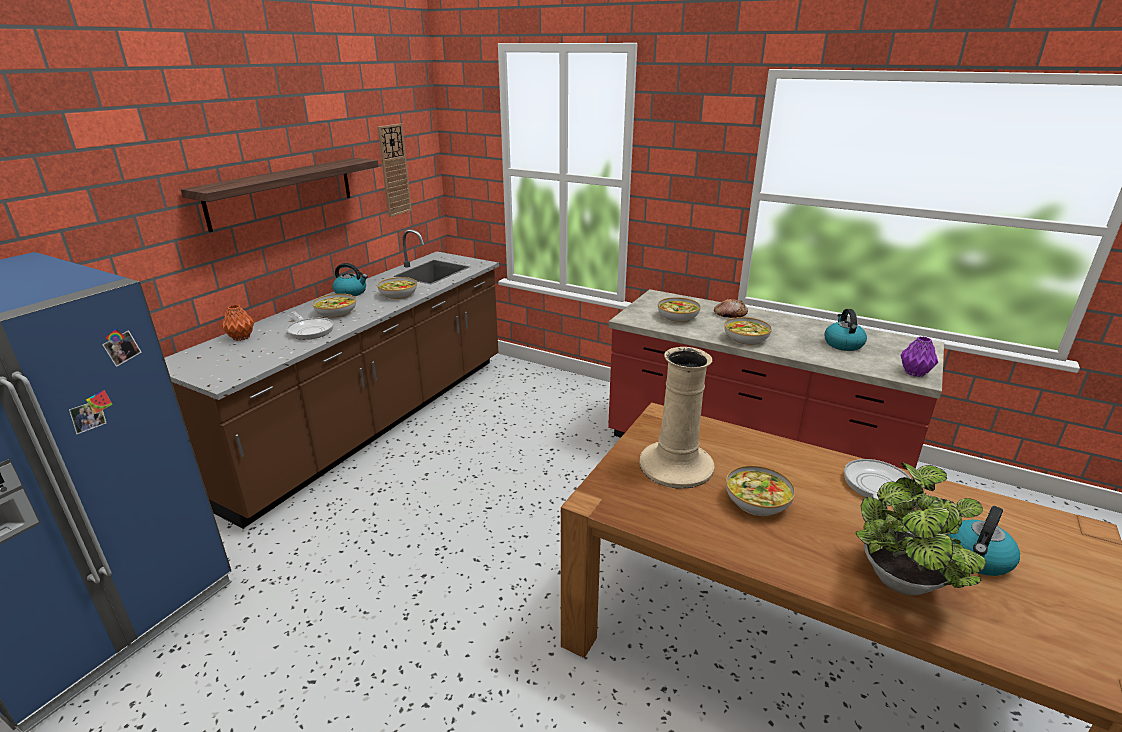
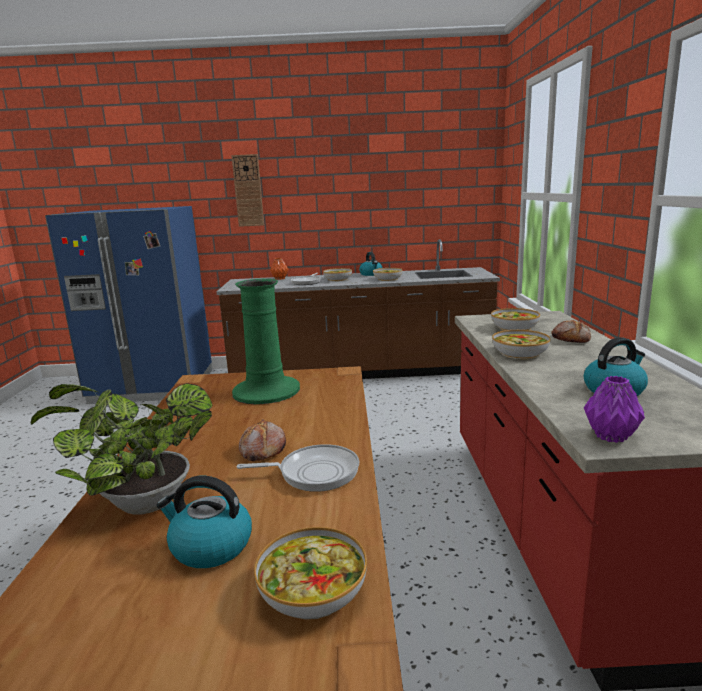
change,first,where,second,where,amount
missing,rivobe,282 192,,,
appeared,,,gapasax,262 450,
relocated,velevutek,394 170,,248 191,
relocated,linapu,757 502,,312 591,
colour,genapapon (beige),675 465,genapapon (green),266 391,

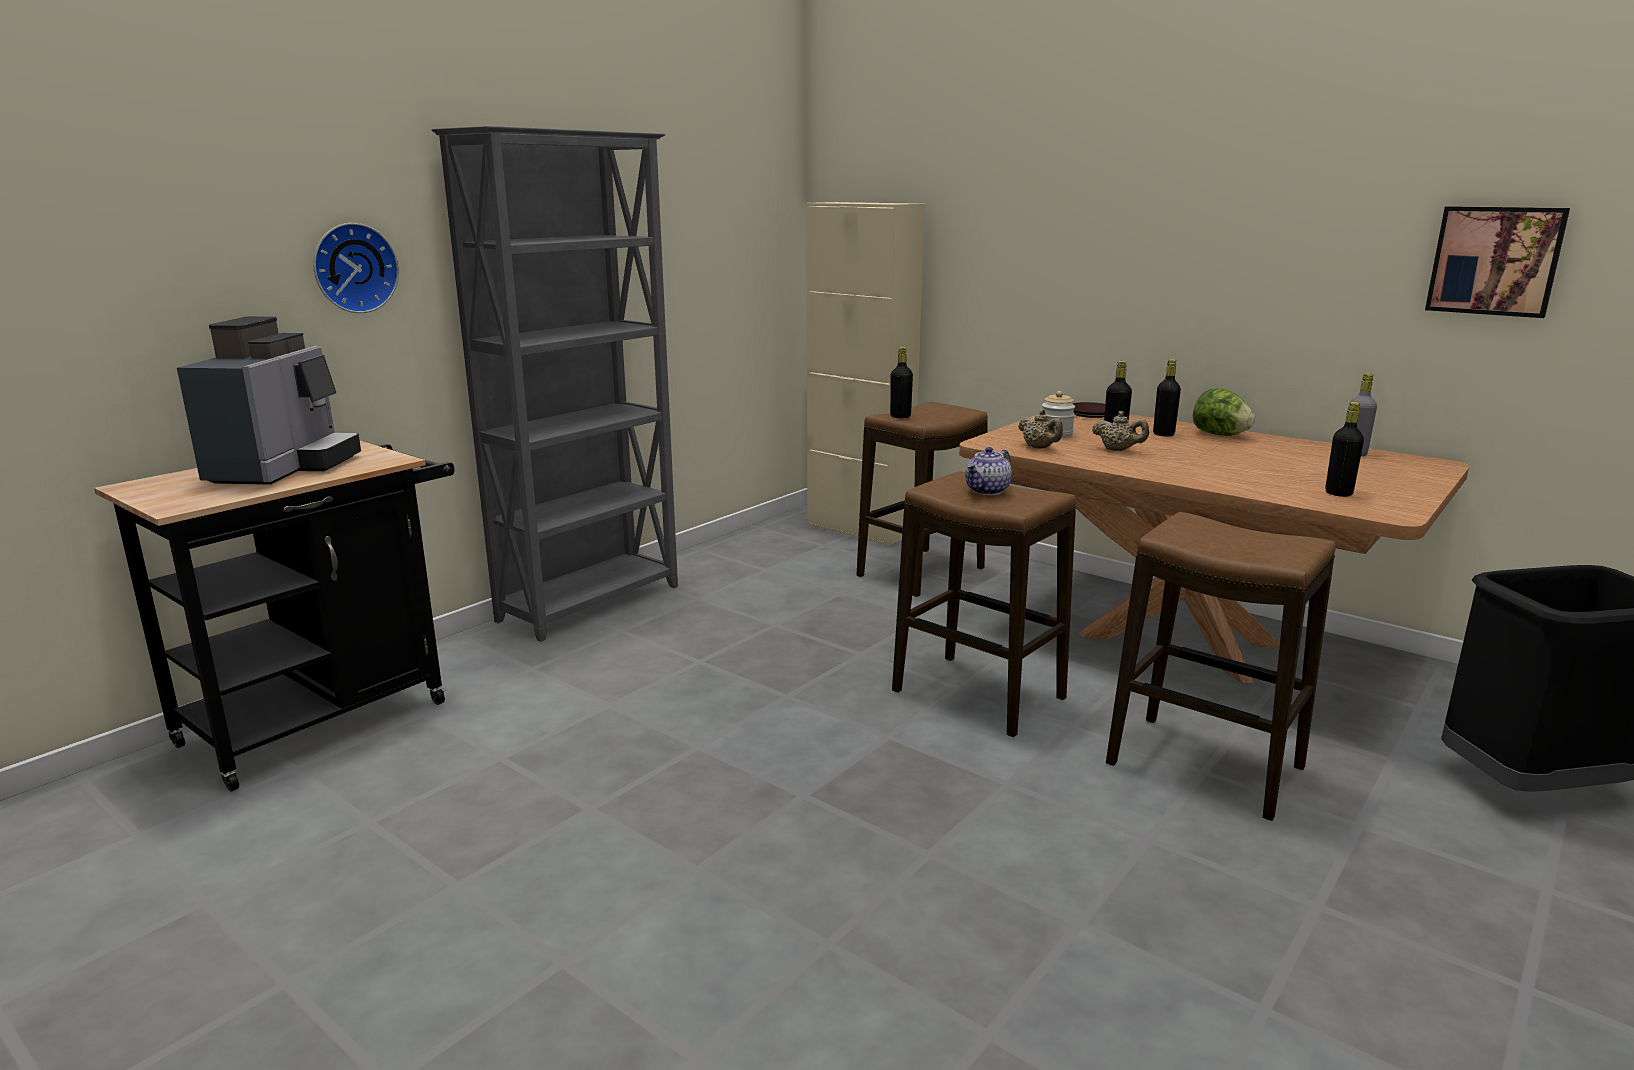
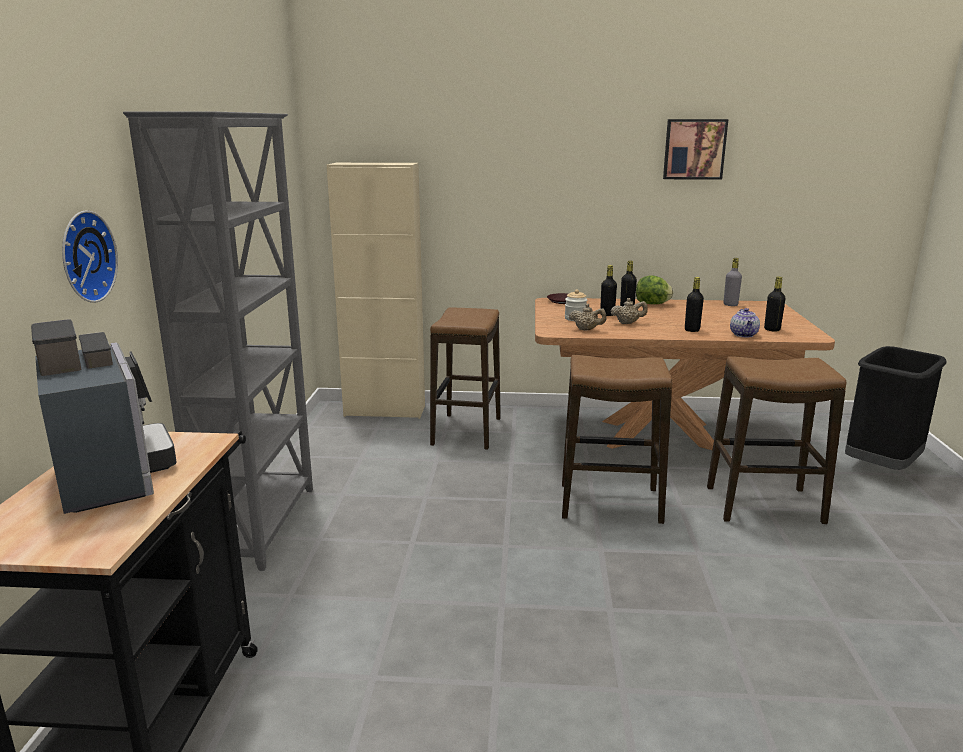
change,first,where,second,where,amount
relocated,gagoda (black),900 416,,692 330,
relocated,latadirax,987 491,,744 335,
relocated,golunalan,1495 260,,694 149,

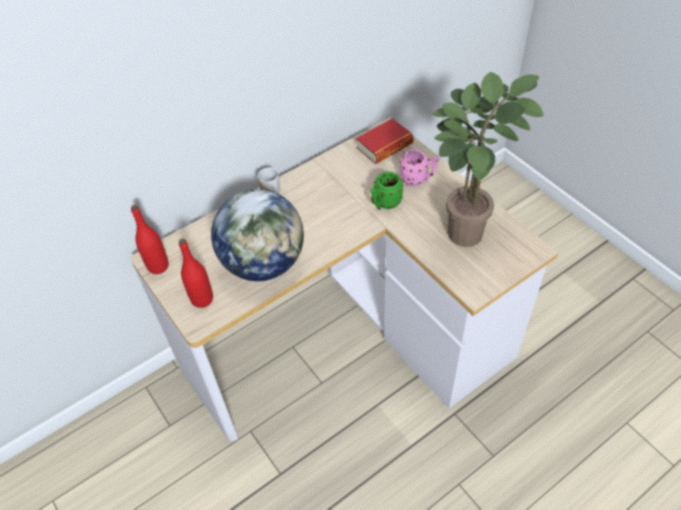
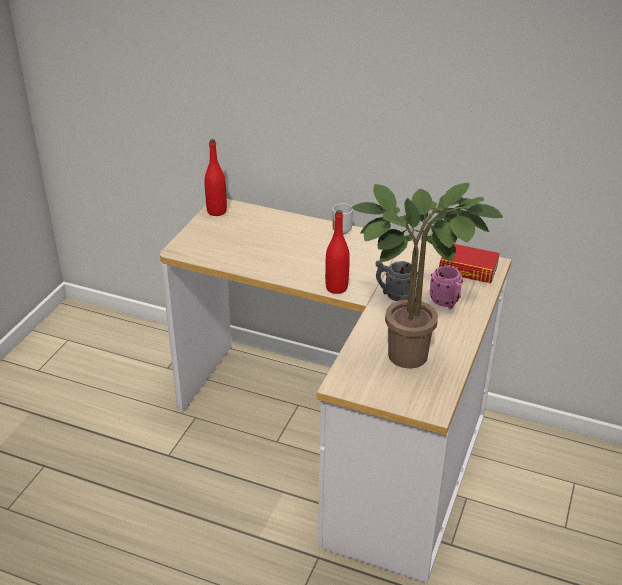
change,first,where,second,where,amount
missing,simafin,264 263,,,
relocated,gagoda (red),202 299,,336 288,
colour,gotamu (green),384 204,gotamu (grey),394 294,

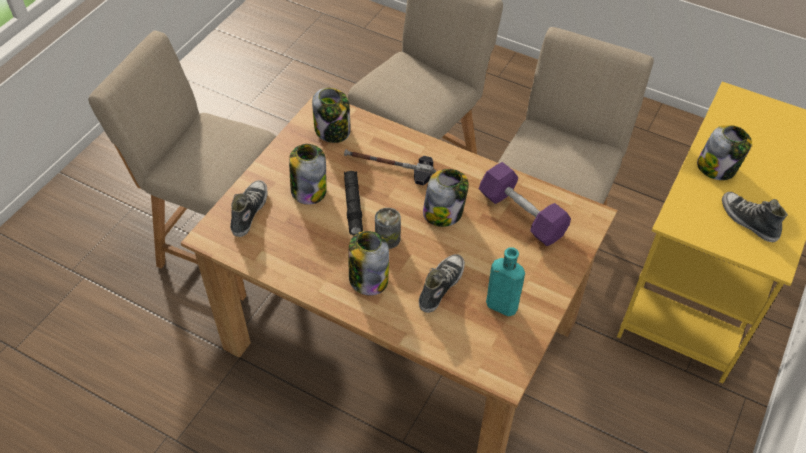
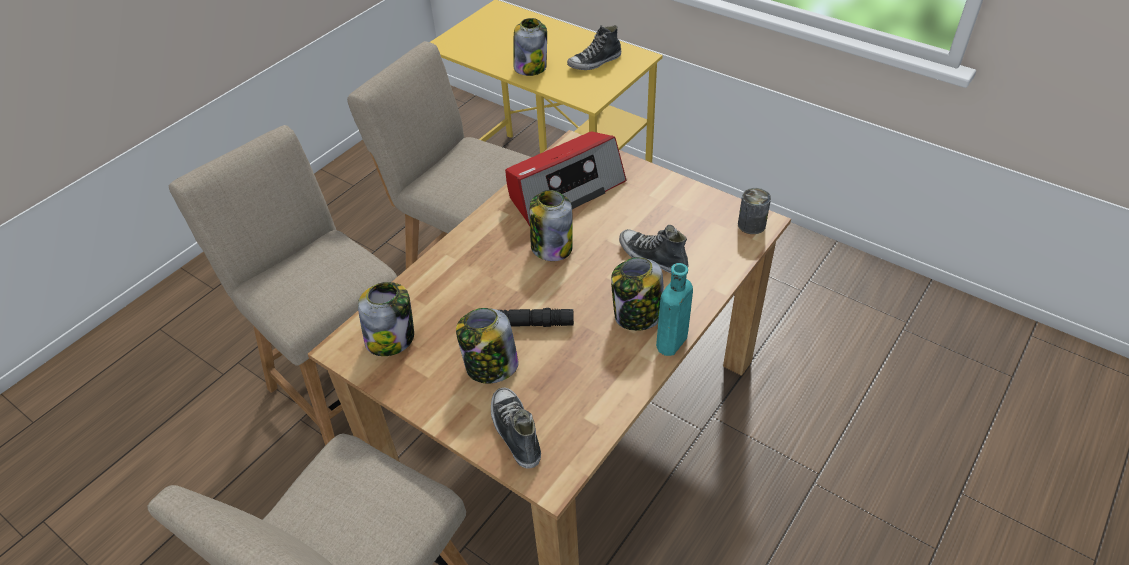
change,first,where,second,where,amount
missing,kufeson,389 166,,,
relocated,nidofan,387 239,,751 224,
relocated,gagoda (turquoise),499 305,,670 344,
exchanged,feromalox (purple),522 215,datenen,564 190,
spun,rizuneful,249 212,,515 432,45 degrees clockwise

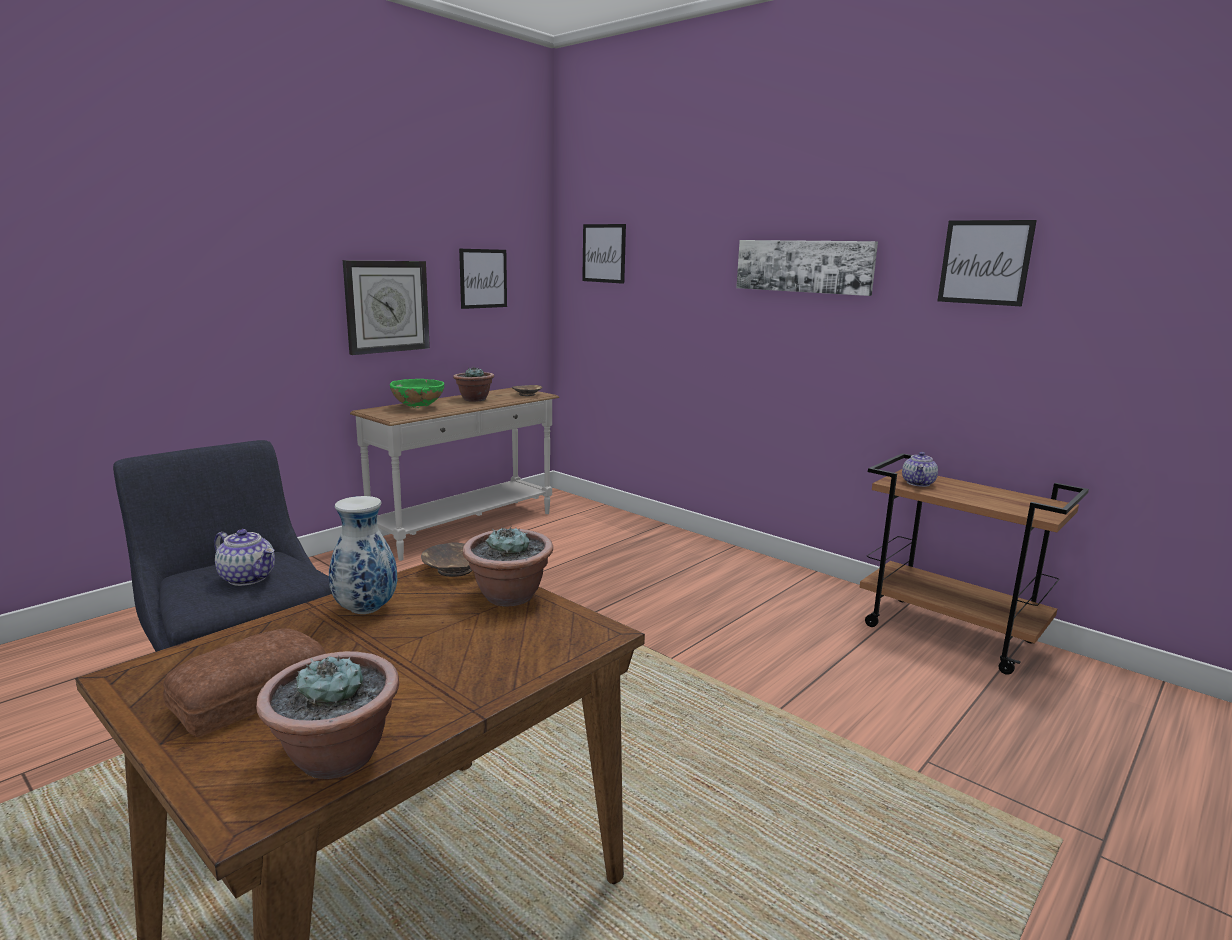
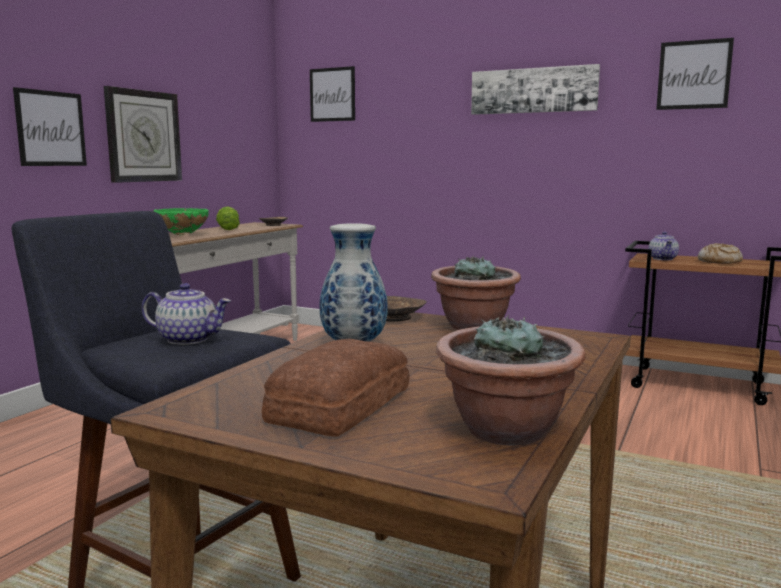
change,first,where,second,where,amount
appeared,,,gapasax,719 262,
relocated,golunalan,483 278,,51 128,
exchanged,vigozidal,474 399,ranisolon,228 229,

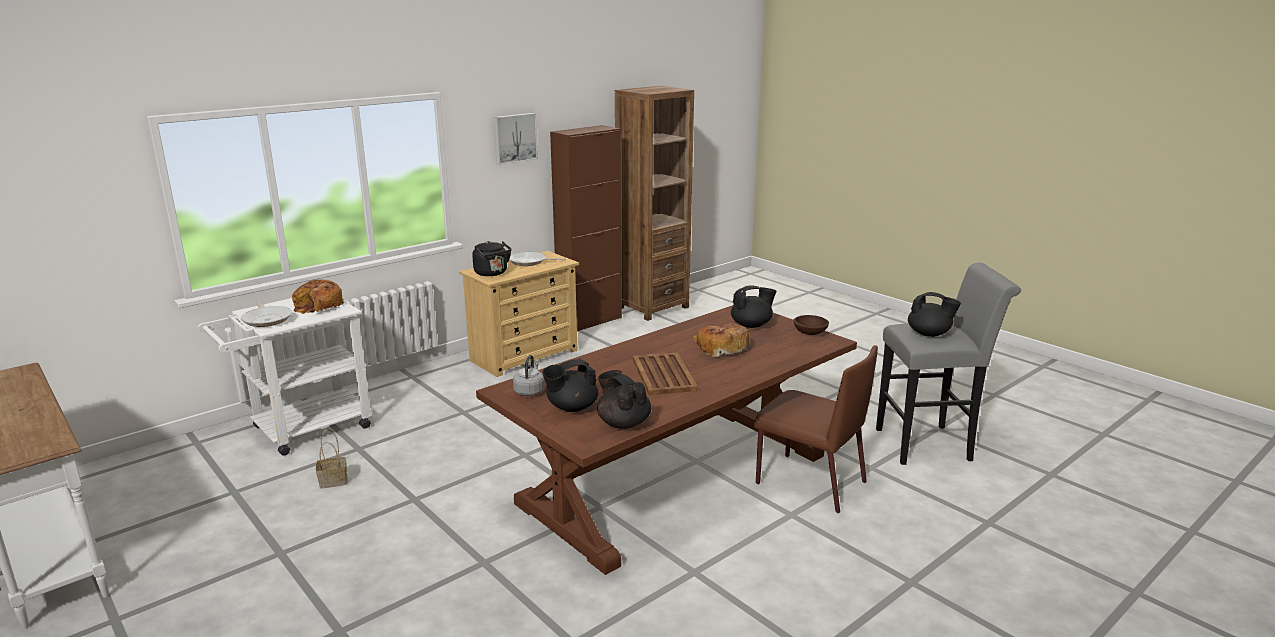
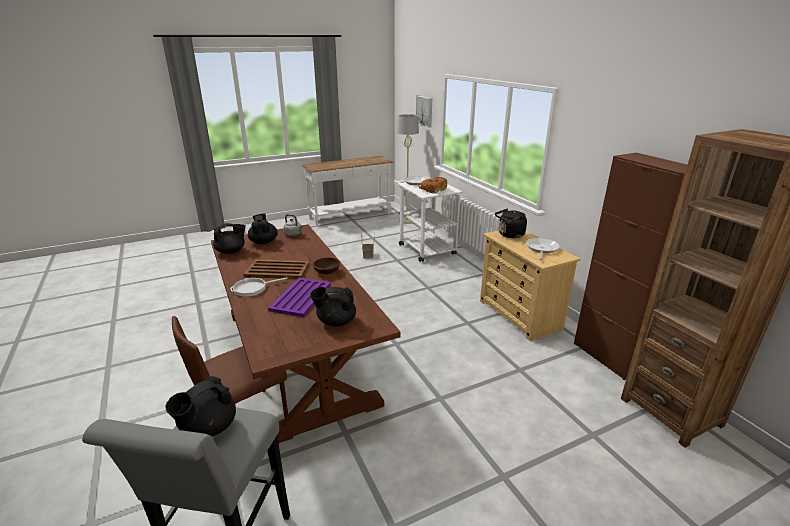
change,first,where,second,where,amount
appeared,,,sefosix,252 288,
appeared,,,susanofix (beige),407 221,
relocated,golunalan,514 138,,425 111,
relocated,linapu (brown),810 332,,327 272,
exchanged,gapasax,721 348,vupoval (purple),300 297,
spun,latadirax (black),751 325,,335 321,90 degrees clockwise

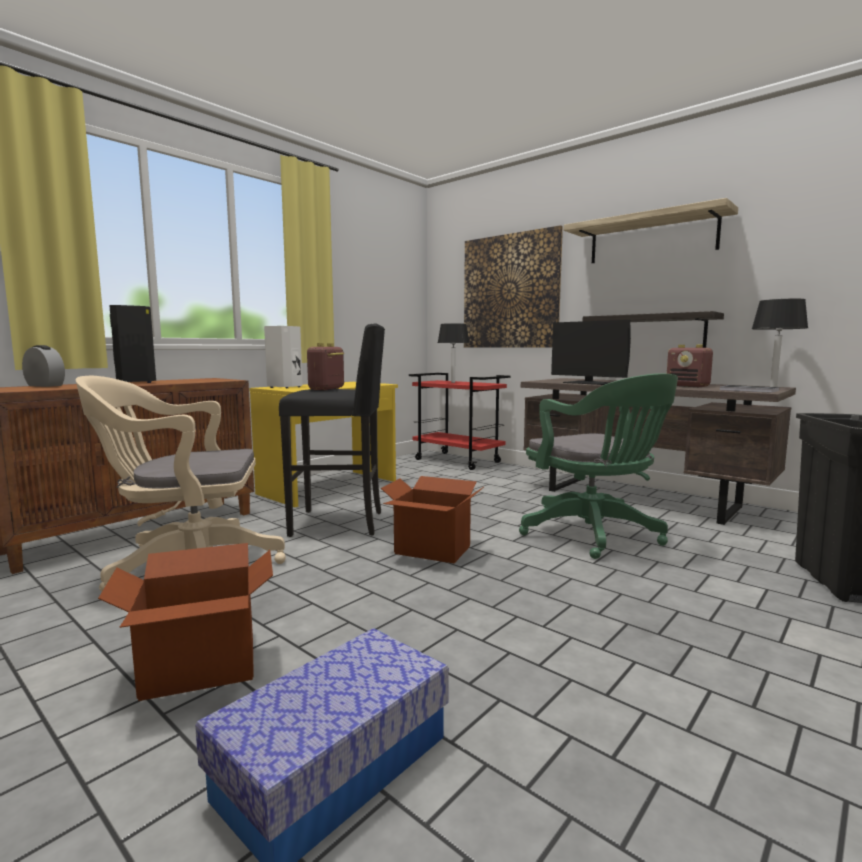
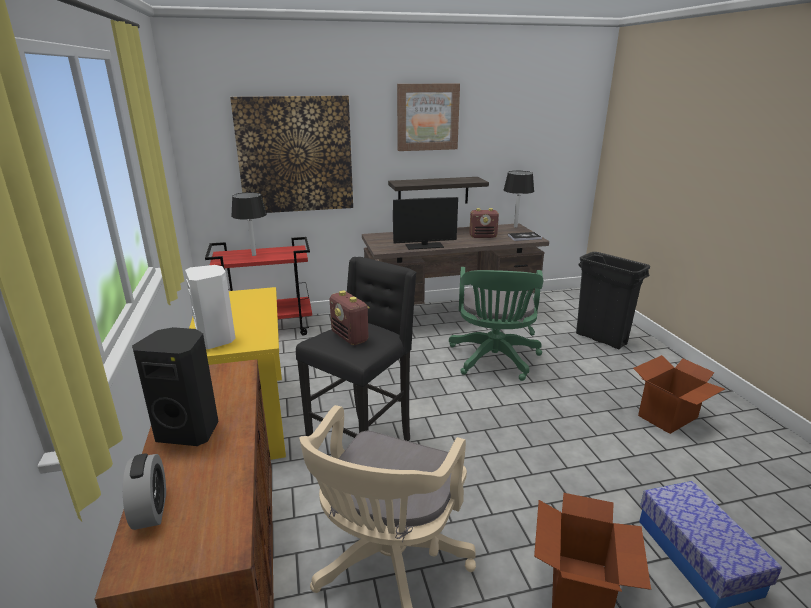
change,first,where,second,where,amount
relocated,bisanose,432 550,,668 417,
exchanged,rivobe,651 238,golunalan,427 117,
spun,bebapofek,45 385,,151 510,105 degrees clockwise
spun,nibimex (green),595 535,,494 360,90 degrees clockwise

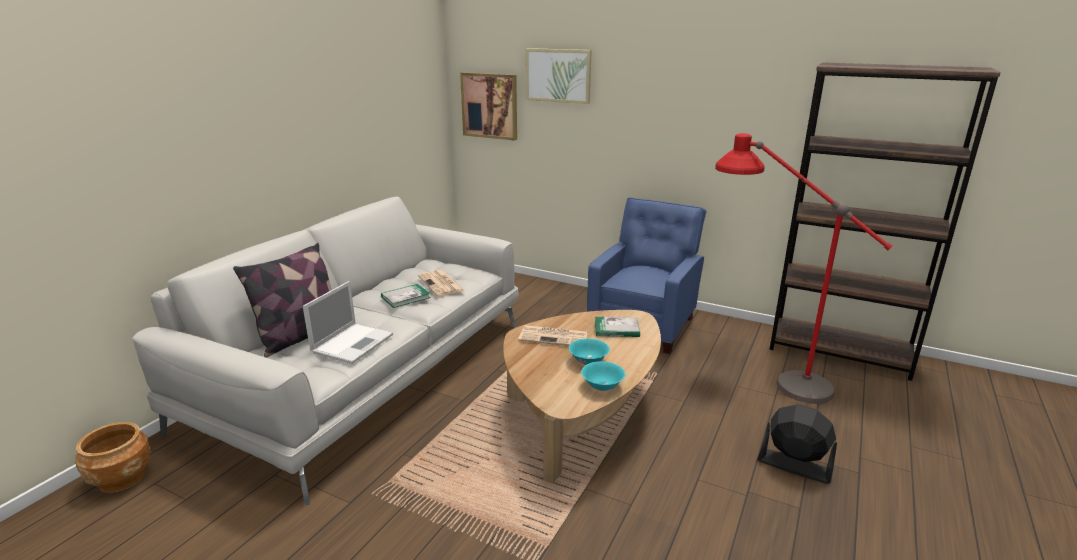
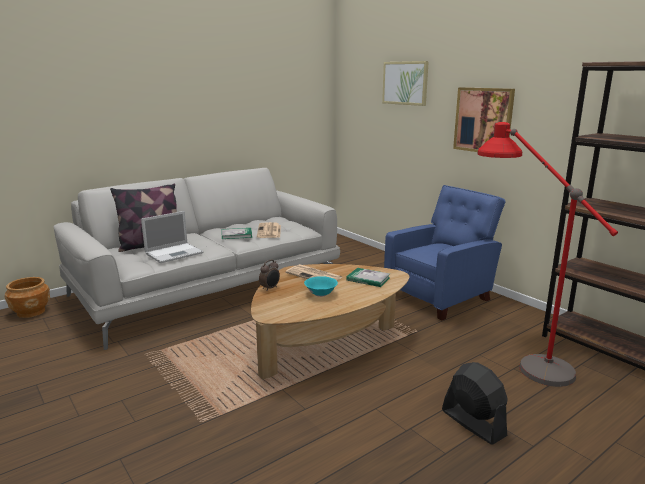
change,first,where,second,where,amount
missing,linapu (turquoise),602 386,,,
appeared,,,bebapofek,270 288,
relocated,golunalan,489 106,,483 120,

